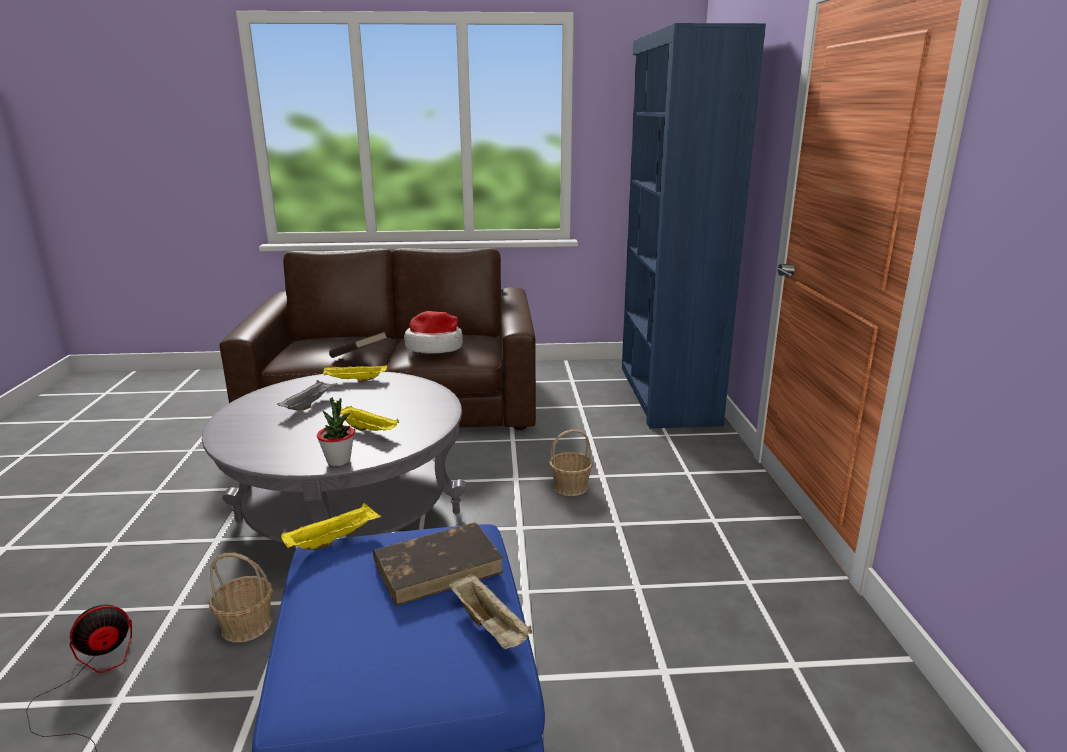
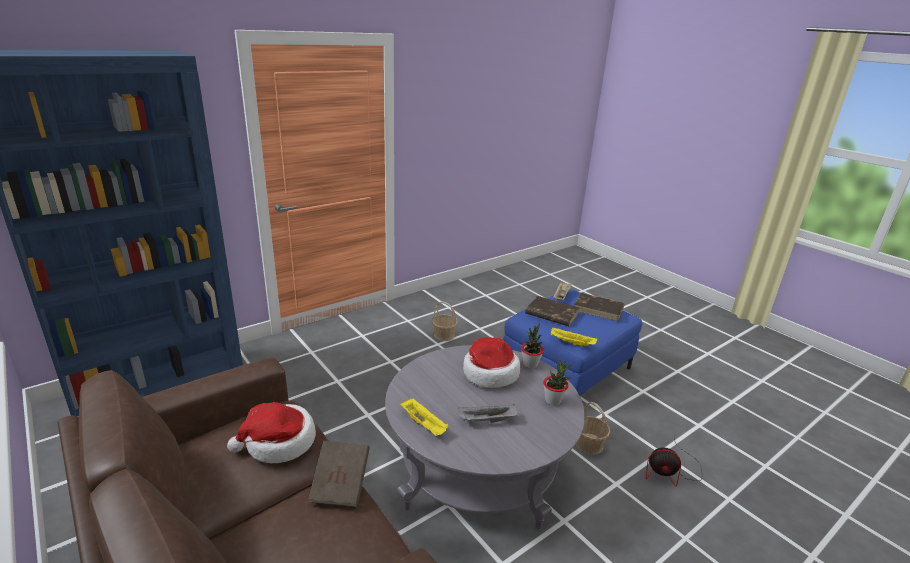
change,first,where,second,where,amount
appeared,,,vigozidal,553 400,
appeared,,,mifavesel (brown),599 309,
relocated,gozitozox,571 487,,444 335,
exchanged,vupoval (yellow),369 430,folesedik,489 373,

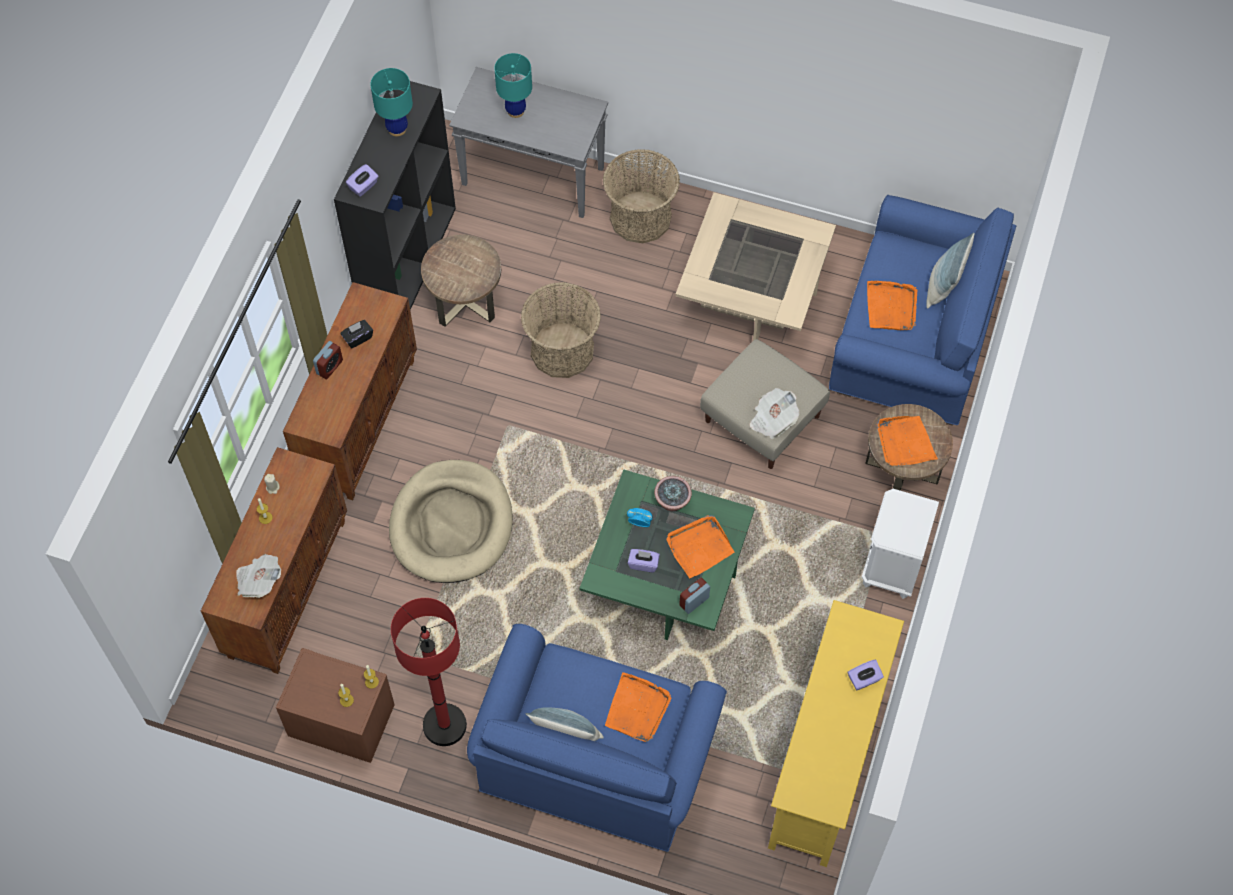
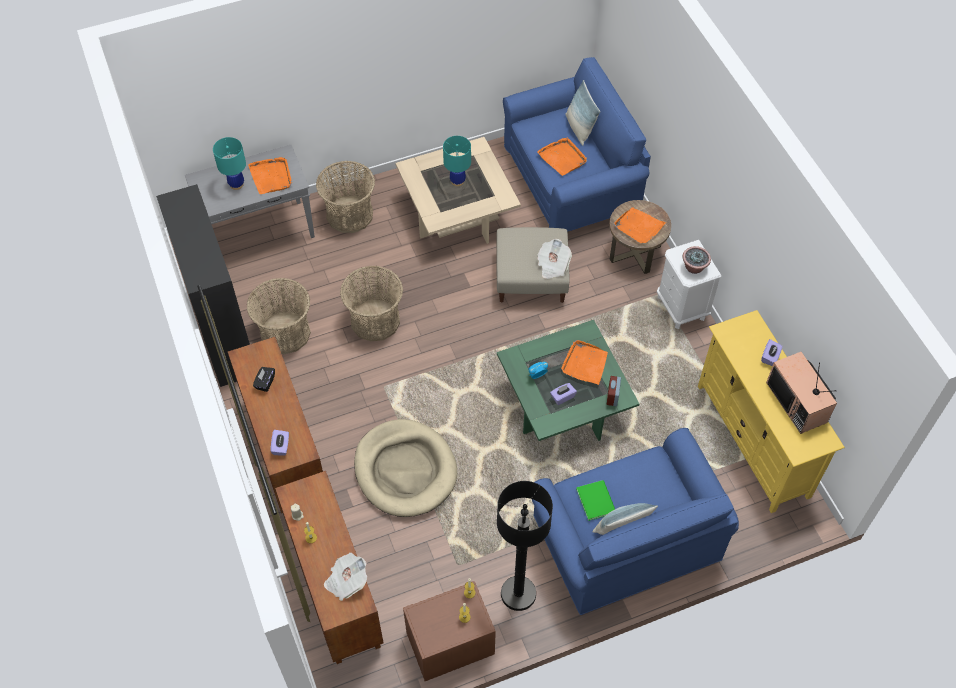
change,first,where,second,where,amount
missing,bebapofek,329 367,,,
appeared,,,mifavesel (green),596 499,
appeared,,,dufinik,798 402,
relocated,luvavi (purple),363 186,,281 447,
relocated,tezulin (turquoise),397 129,,457 181,
relocated,vupoval (orange),637 709,,271 177,
relocated,vigozidal,672 502,,694 267,
exchanged,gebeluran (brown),465 301,gozitozox,285 333,
colour,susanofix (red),444 725,susanofix (black),518 593,

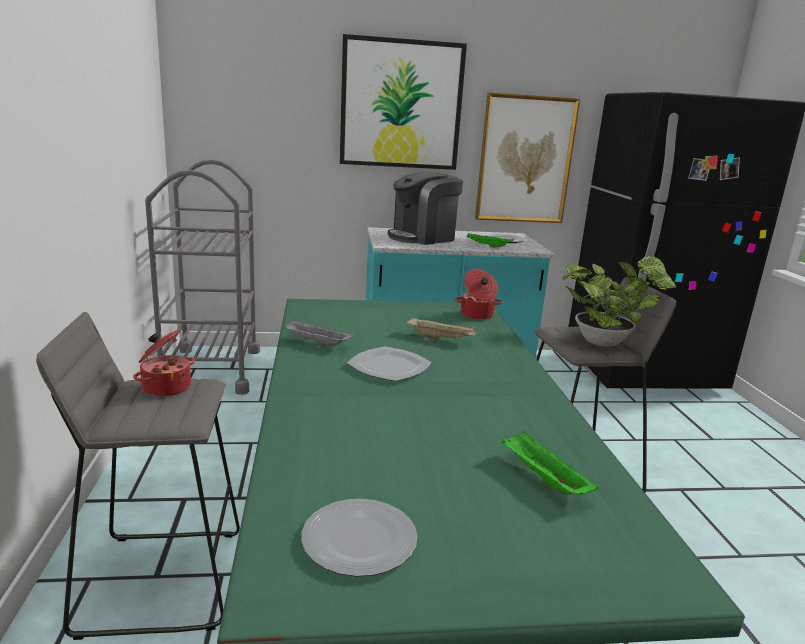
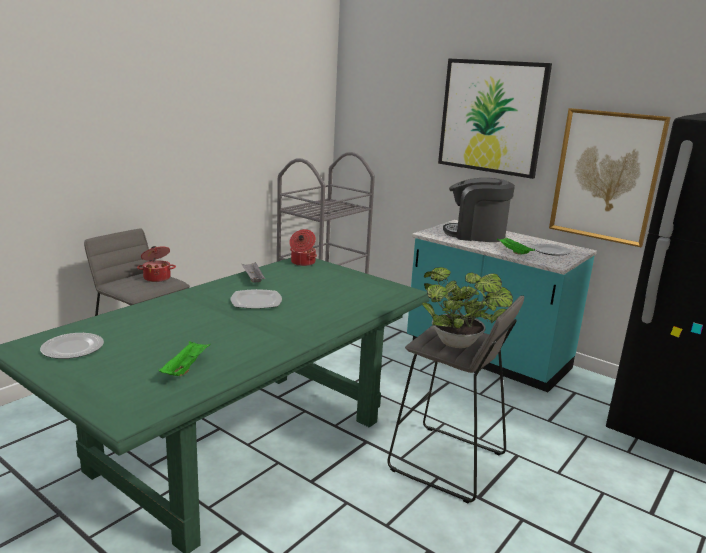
change,first,where,second,where,amount
missing,vupoval (beige),441 338,,,
relocated,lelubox,477 315,,302 262,

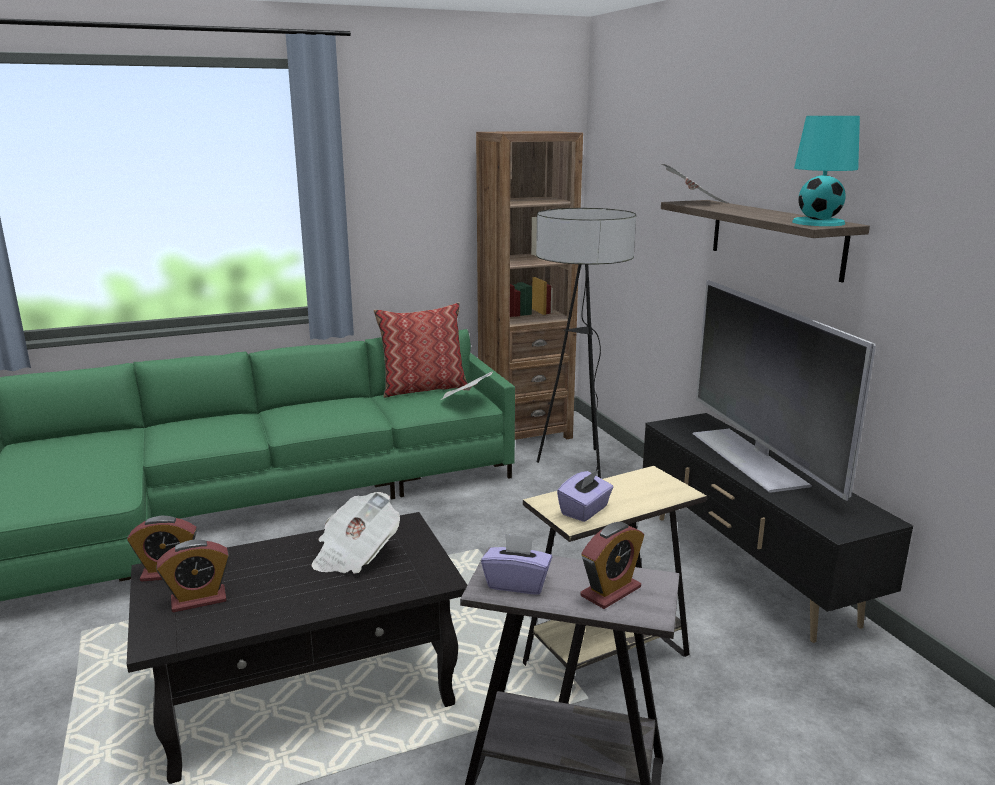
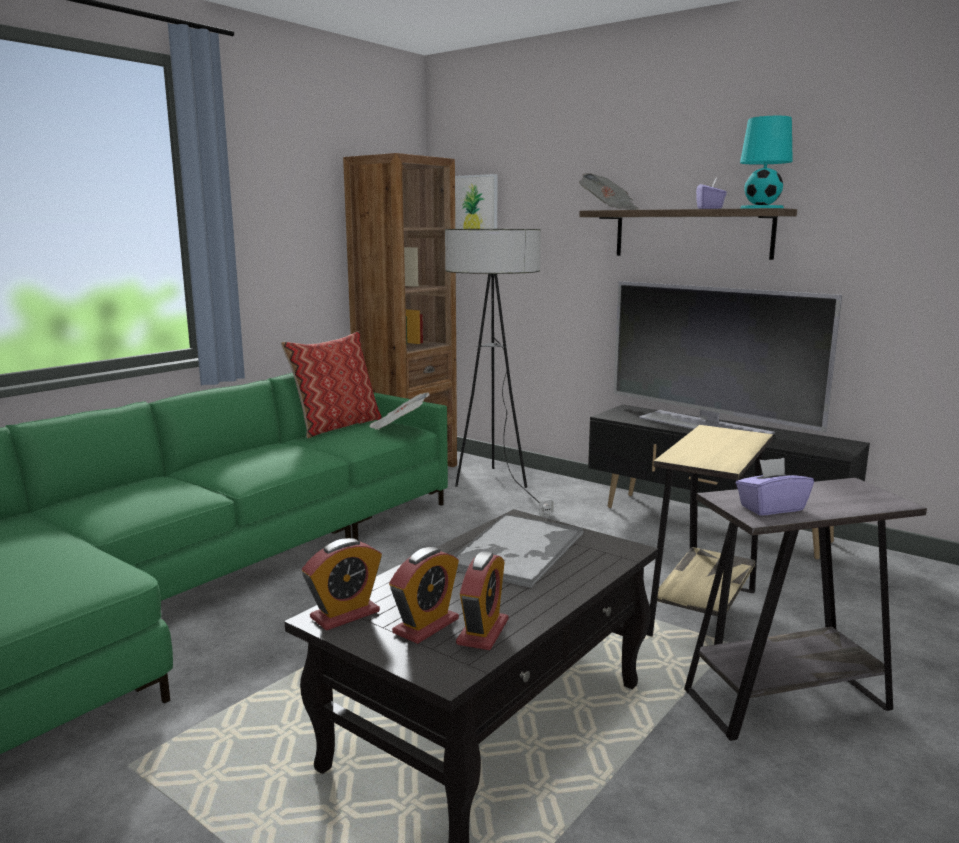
change,first,where,second,where,amount
appeared,,,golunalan,475 204,
relocated,luvavi (purple),585 510,,710 209,
relocated,bebapofek,610 592,,483 632,
exchanged,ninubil,355 555,vupoval,516 551,

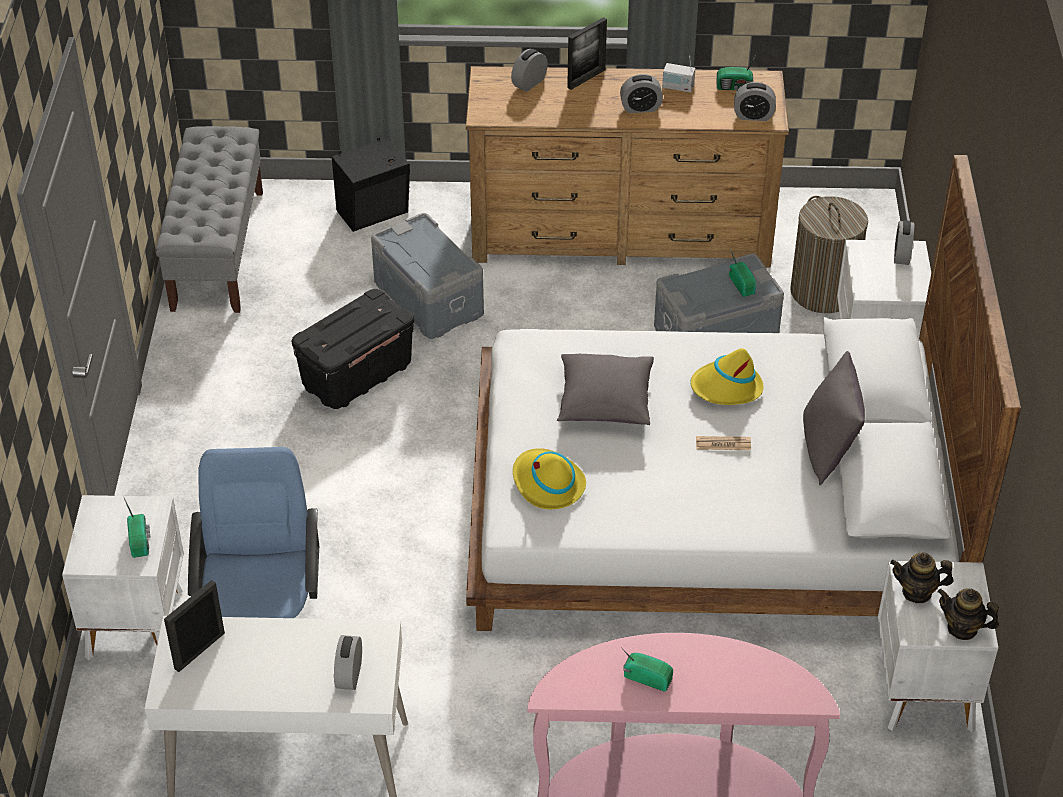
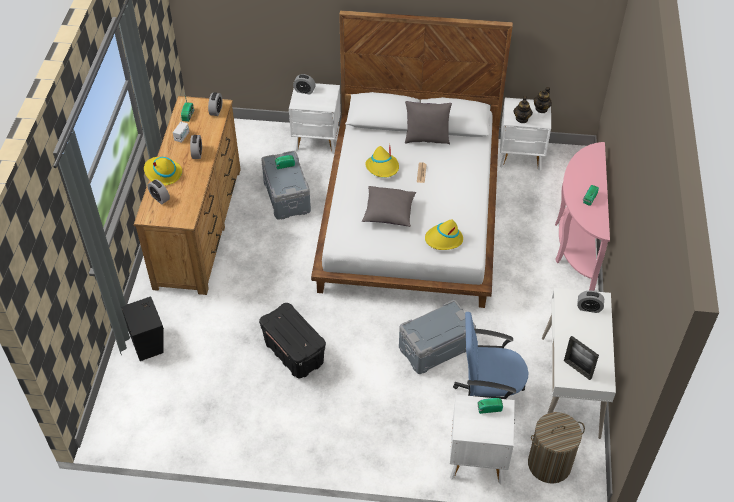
change,first,where,second,where,amount
missing,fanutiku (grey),217 249,,,
relocated,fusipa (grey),427 299,,436 348,
relocated,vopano,823 292,,549 464,
exchanged,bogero,586 78,folesedik (yellow),163 173,

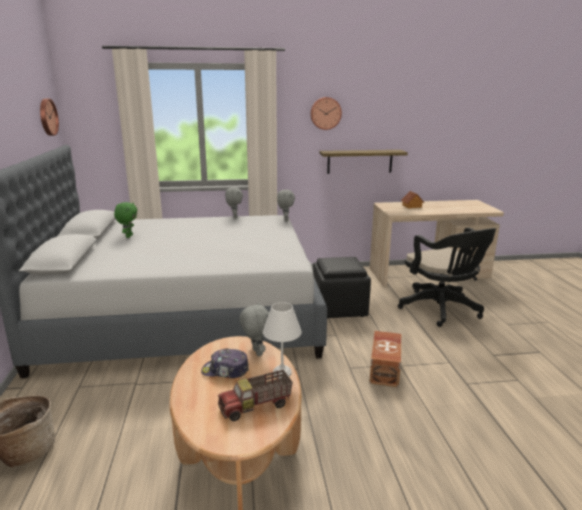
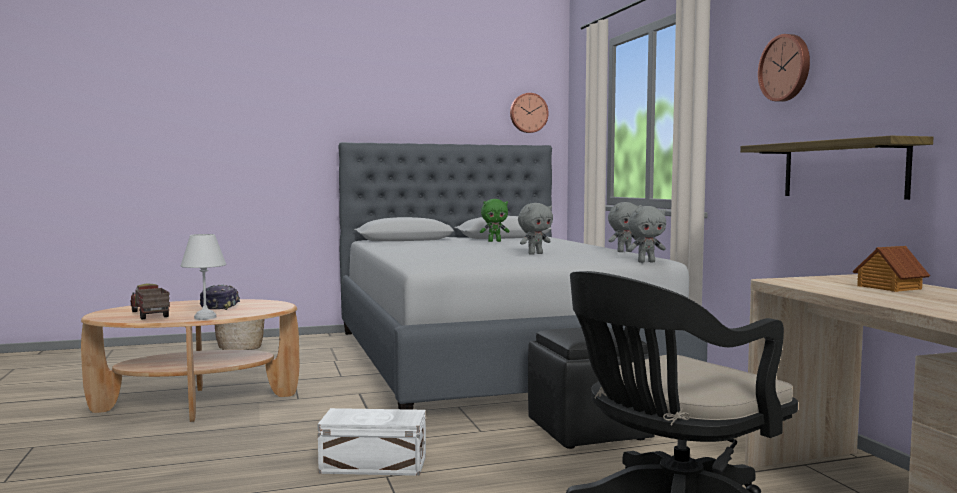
change,first,where,second,where,amount
relocated,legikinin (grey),256 352,,535 254,
colour,fusipa (brown),385 369,fusipa (white),375 465,

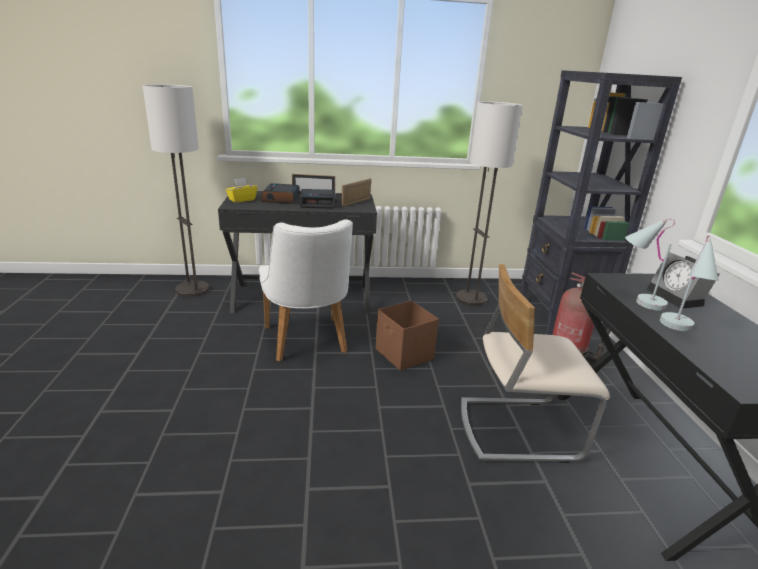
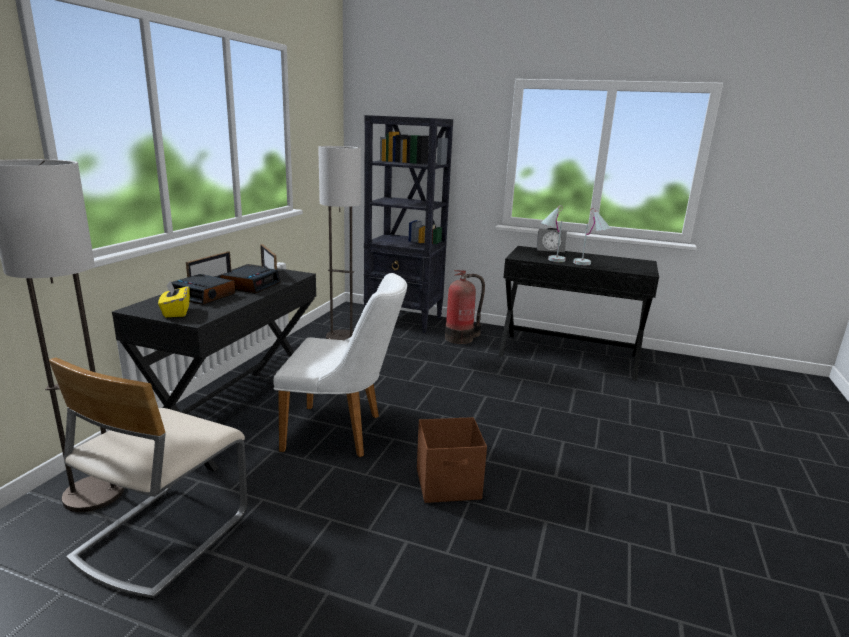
change,first,where,second,where,amount
relocated,fusipa (brown),404 355,,449 484,
relocated,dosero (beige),518 429,,162 536,

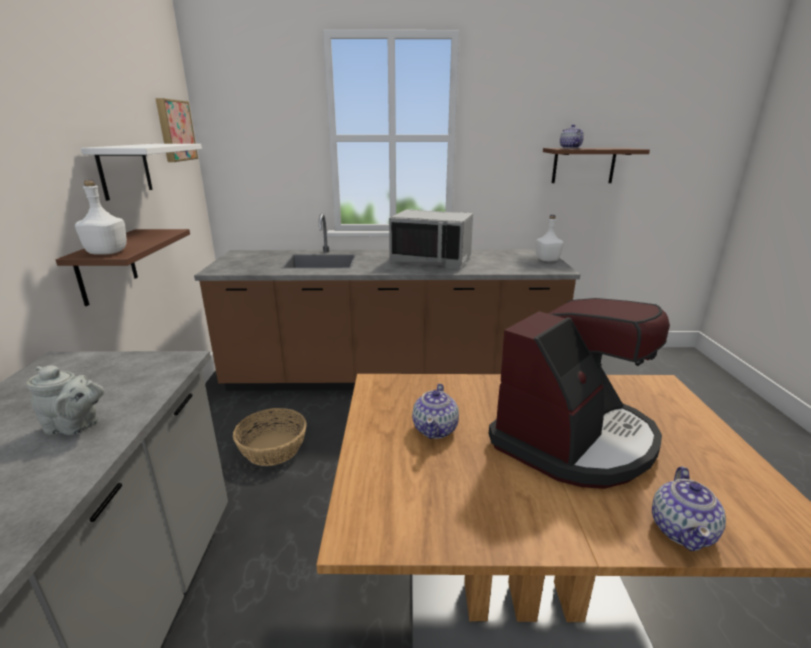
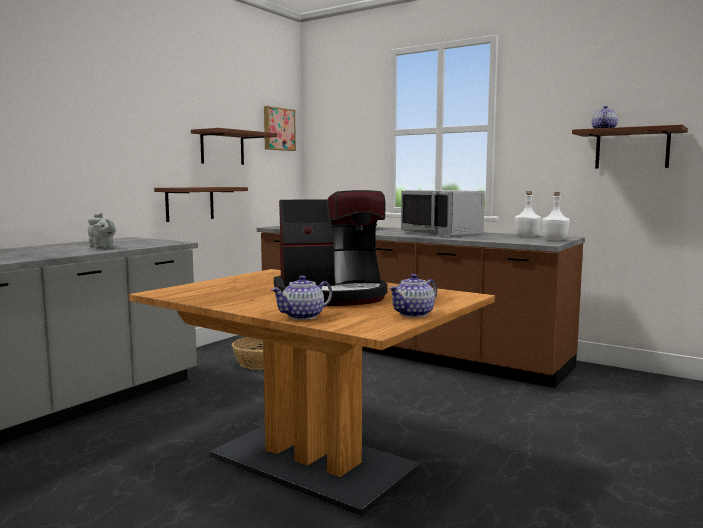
change,first,where,second,where,amount
relocated,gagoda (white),106 253,,526 236,
relocated,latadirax,435 429,,414 314,
colour,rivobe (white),124 170,rivobe (brown),222 148,

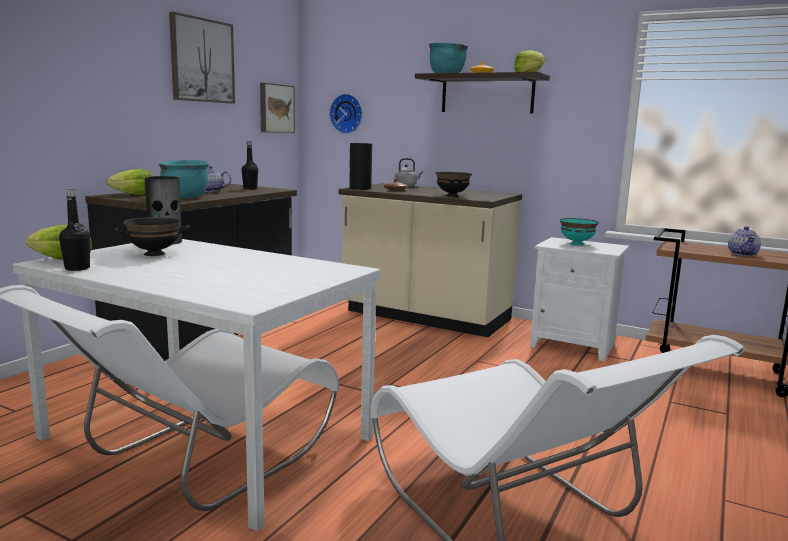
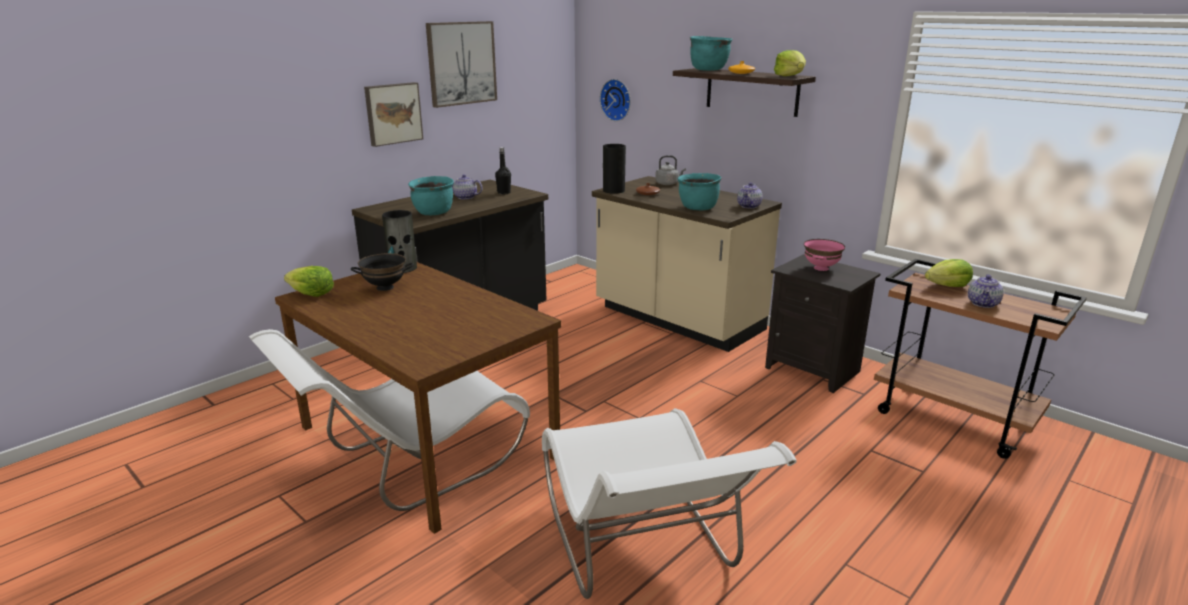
change,first,where,second,where,amount
missing,gagoda (black),77 268,,,
appeared,,,latadirax,749 206,
relocated,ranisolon,134 194,,947 286,
relocated,golunalan,275 108,,393 113,
exchanged,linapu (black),452 196,lelubox (turquoise),698 208,
colour,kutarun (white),210 437,kutarun (brown),429 442,
colour,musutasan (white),574 345,musutasan (black),814 369,
colour,linapu (turquoise),576 244,linapu (pink),820 268,

